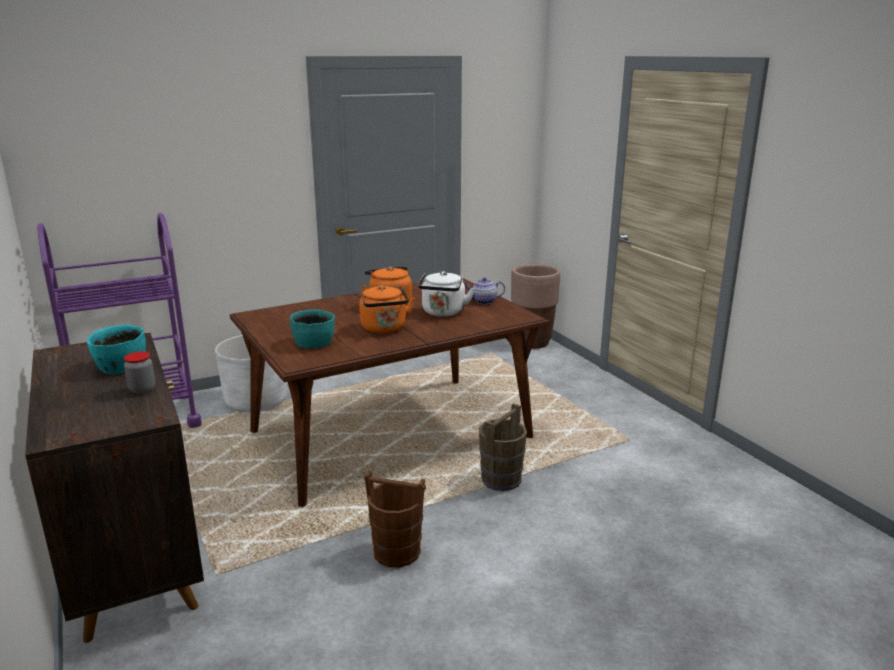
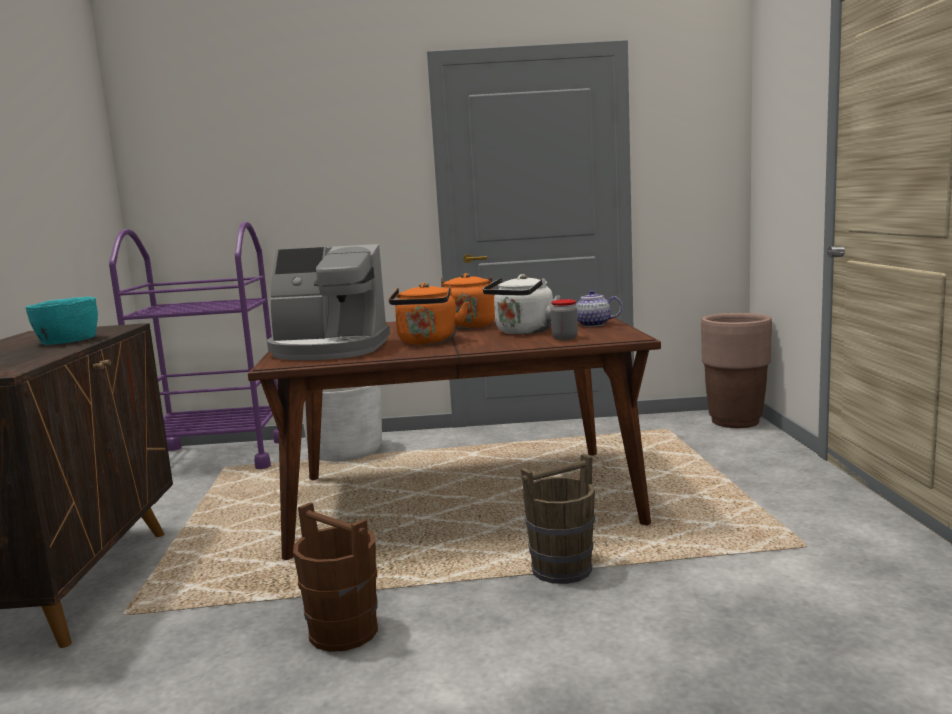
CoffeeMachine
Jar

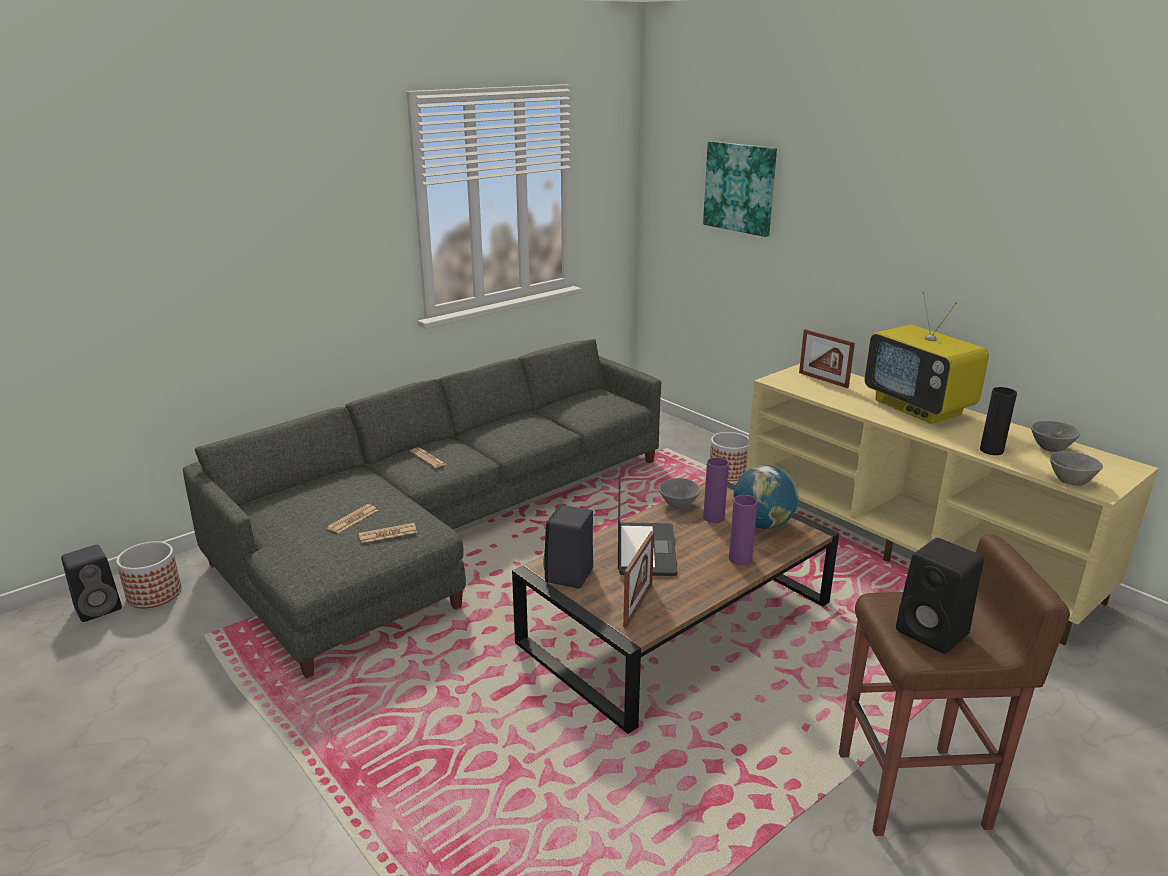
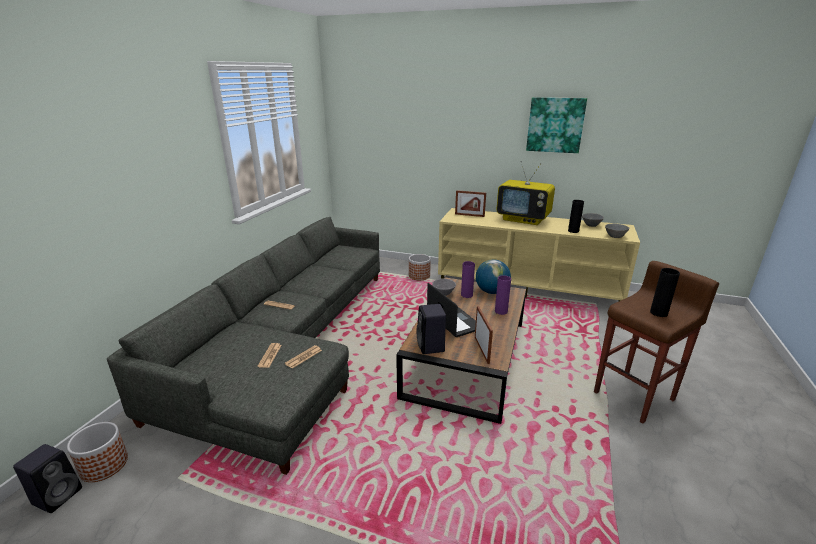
Picture
BlackVase (2nd from left)

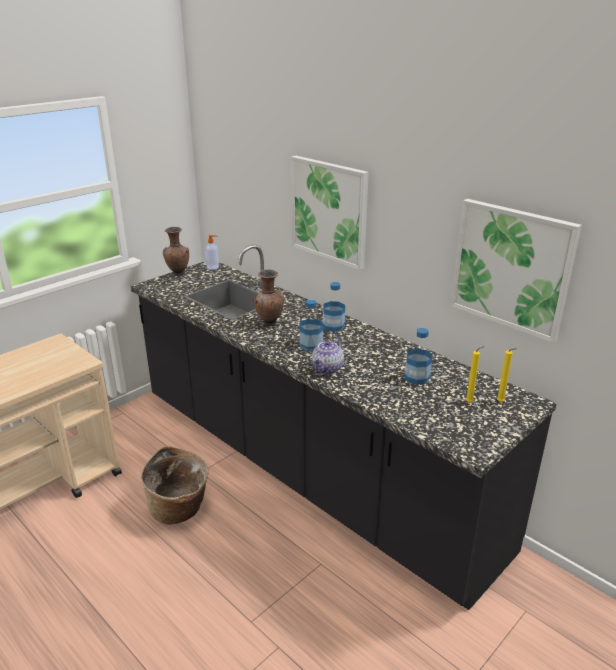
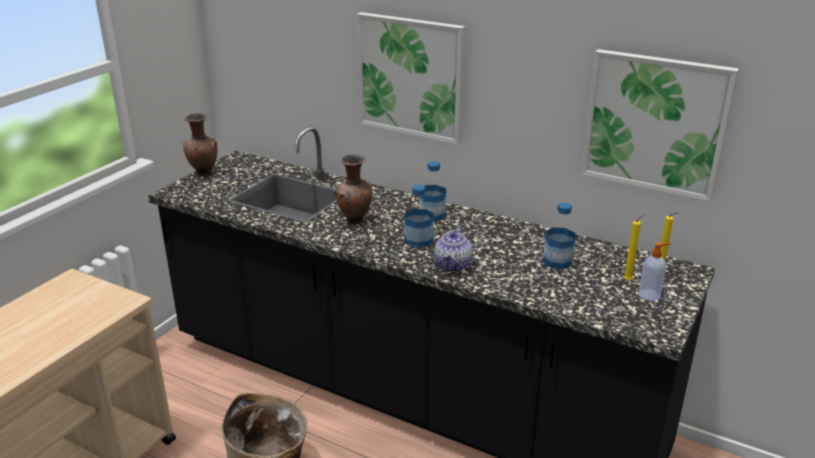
SoapDispenser

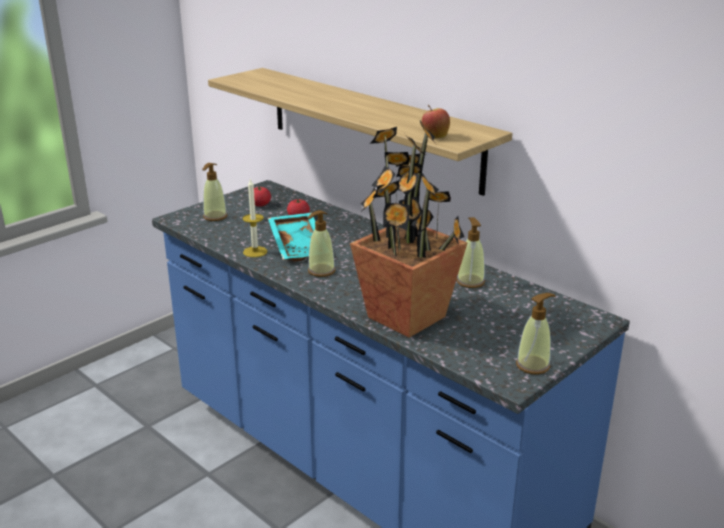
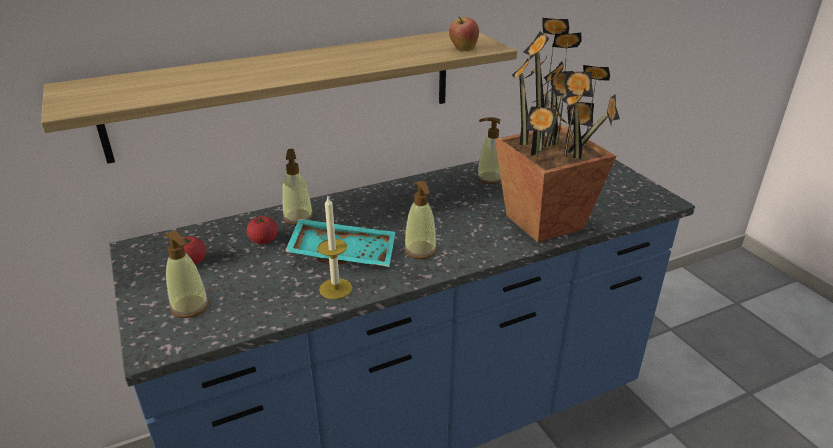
SoapDispenser (2nd from left)

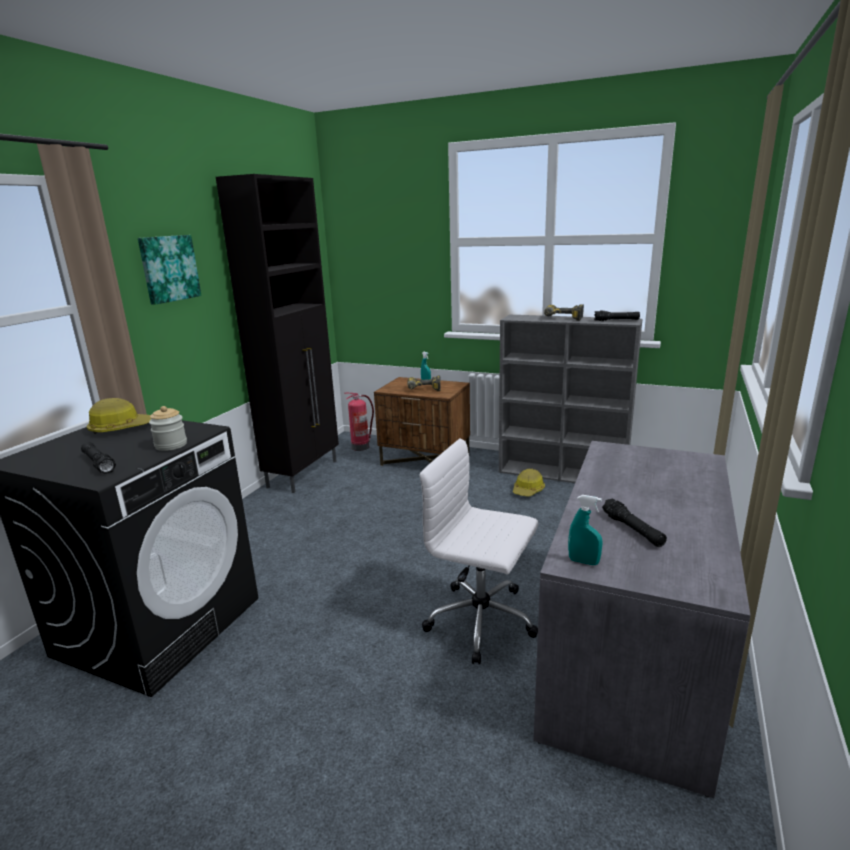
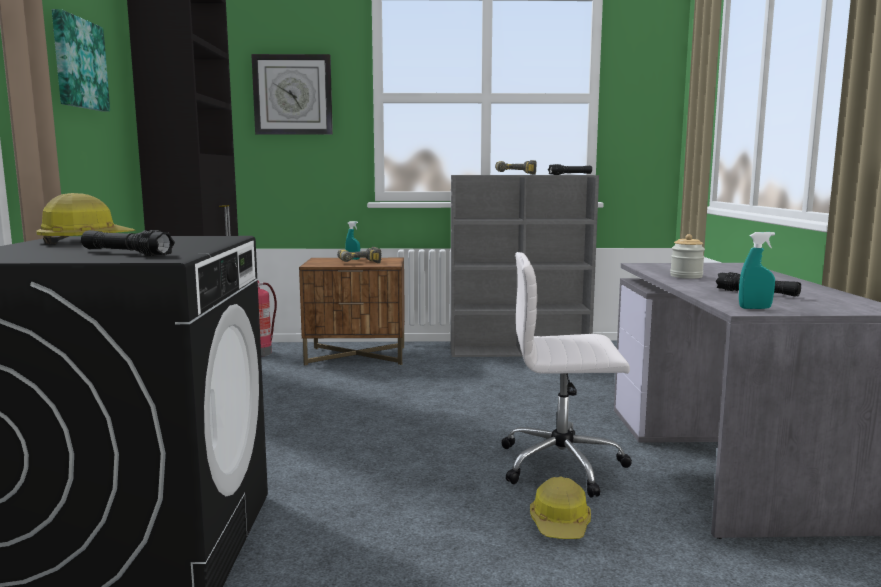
Jar
HardHat (2nd from left)
WallClock

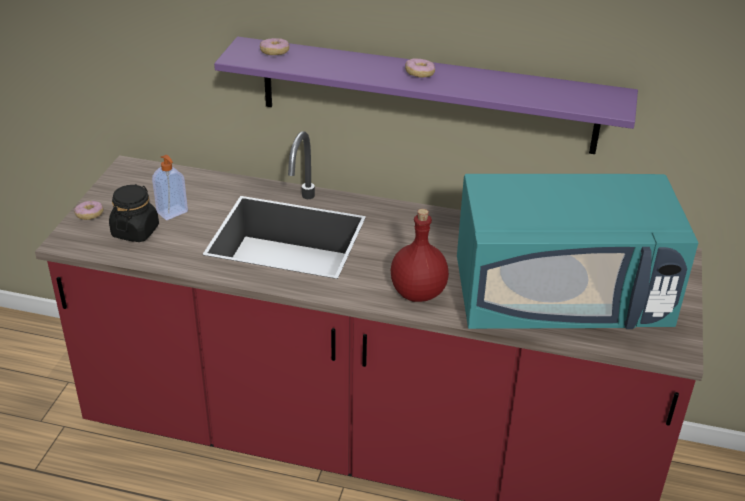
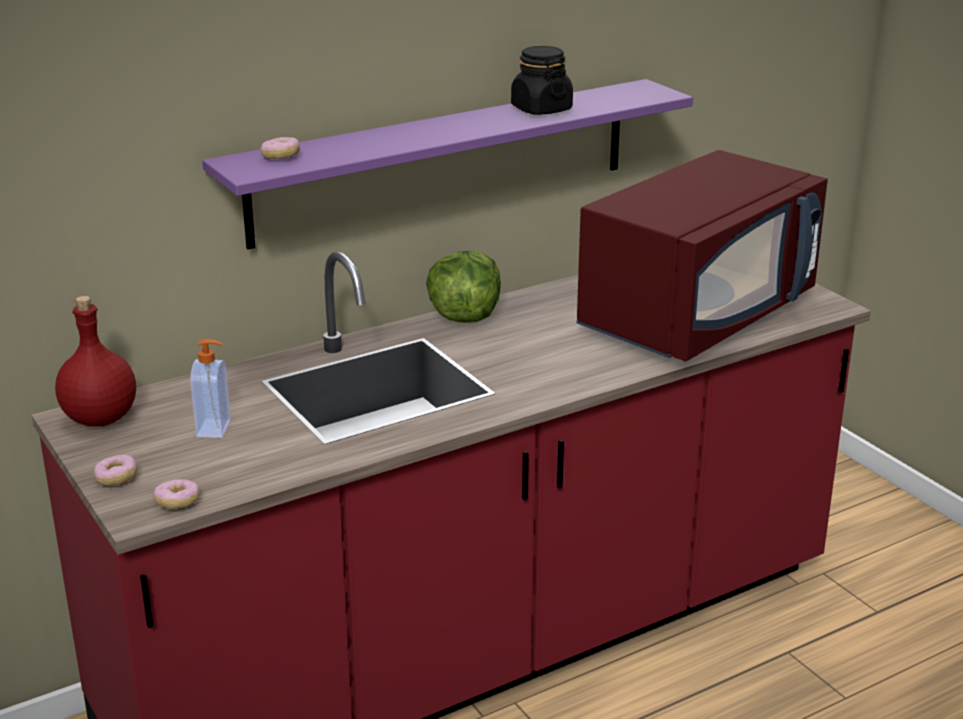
Donut (2nd from left)
RedMicrowave
BlackJar
RedBottle
Lettuce

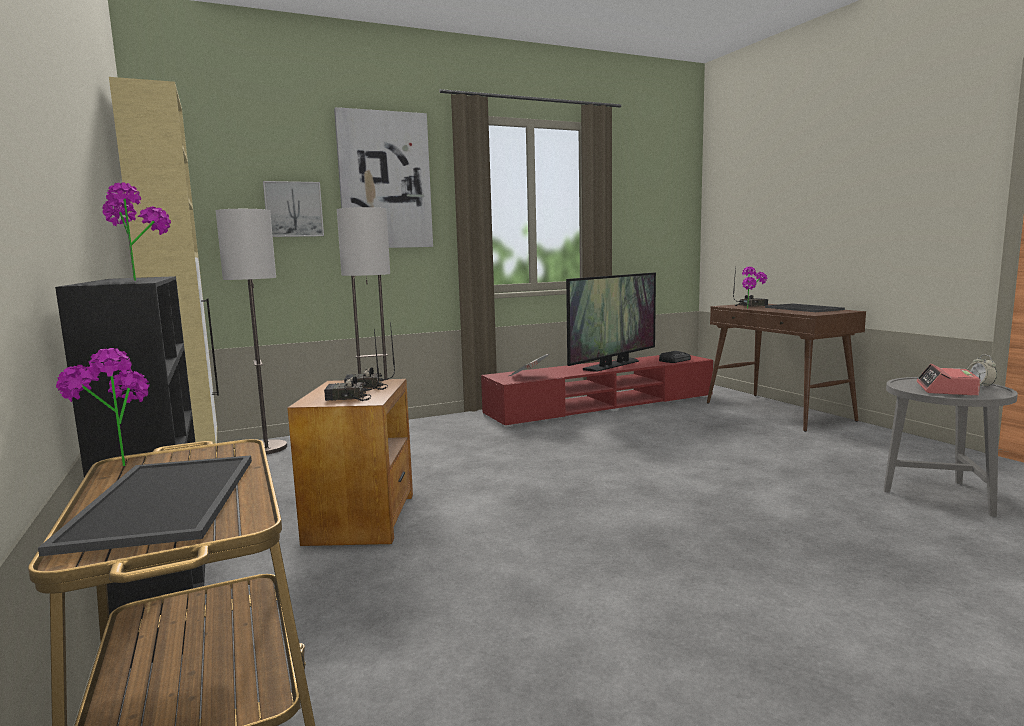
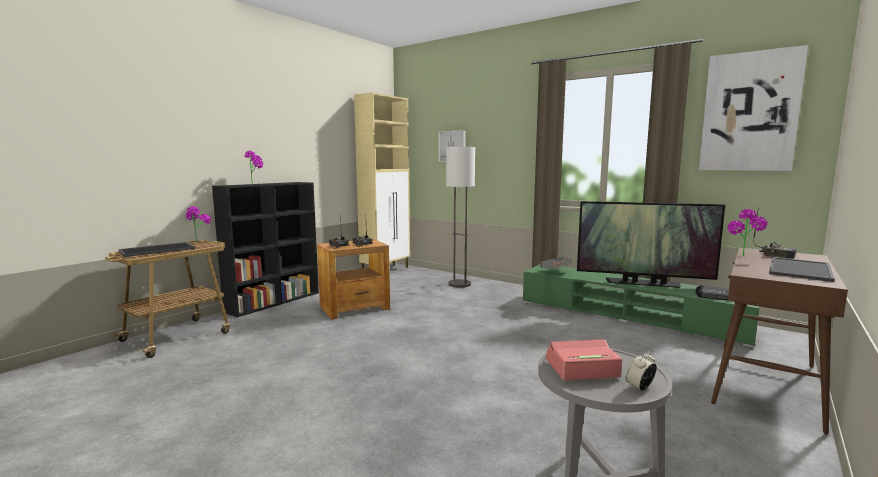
Picture (2nd from left)
FloorLamp (1st from left in the first image)
GreenTvStand

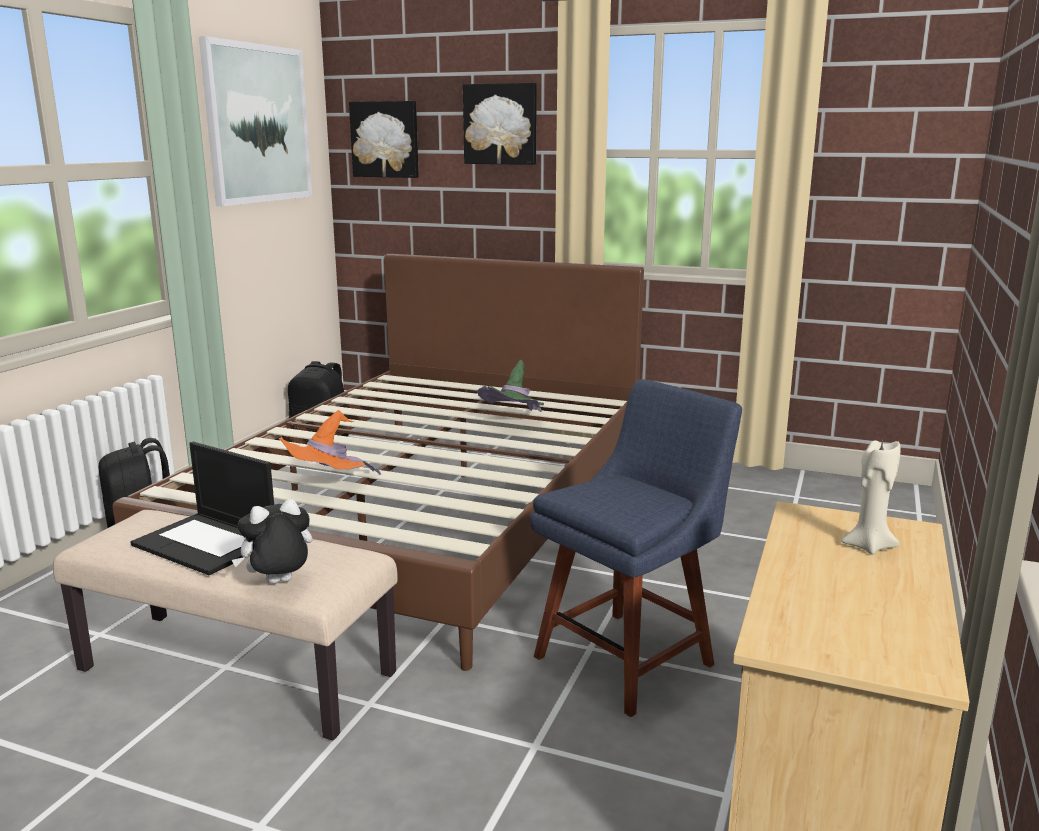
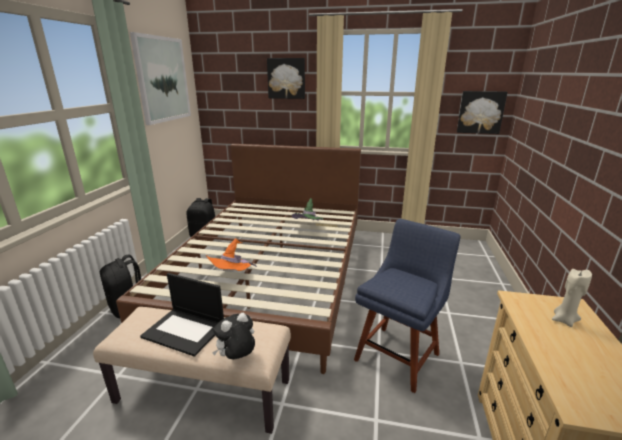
Picture (3rd from left)

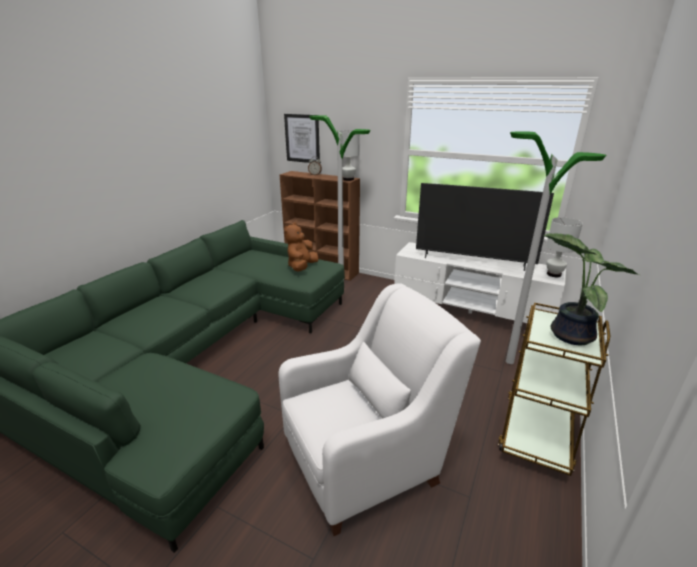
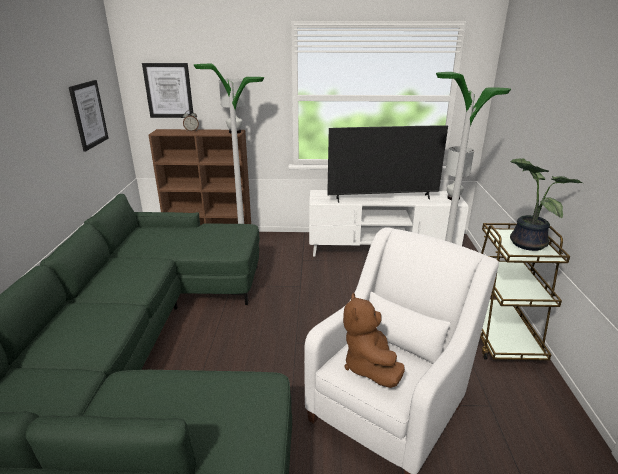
BrownPlushToy
Picture (1st from left)

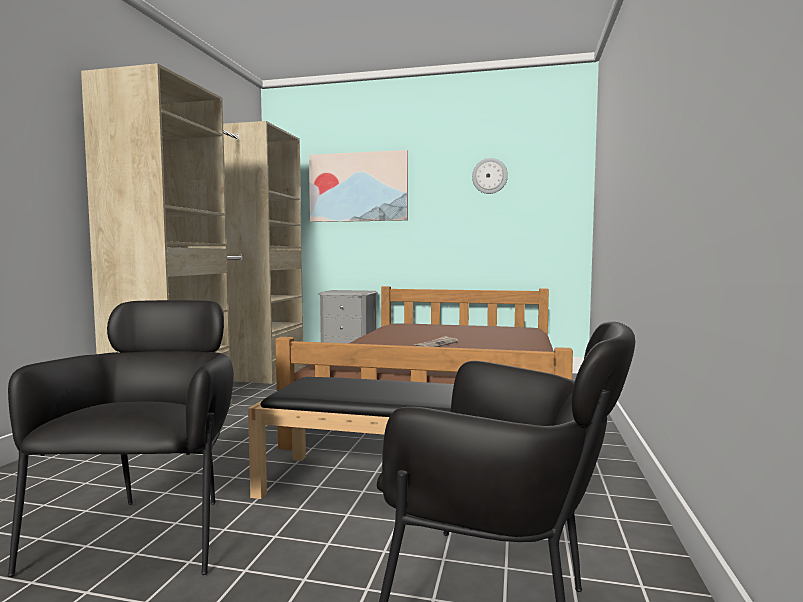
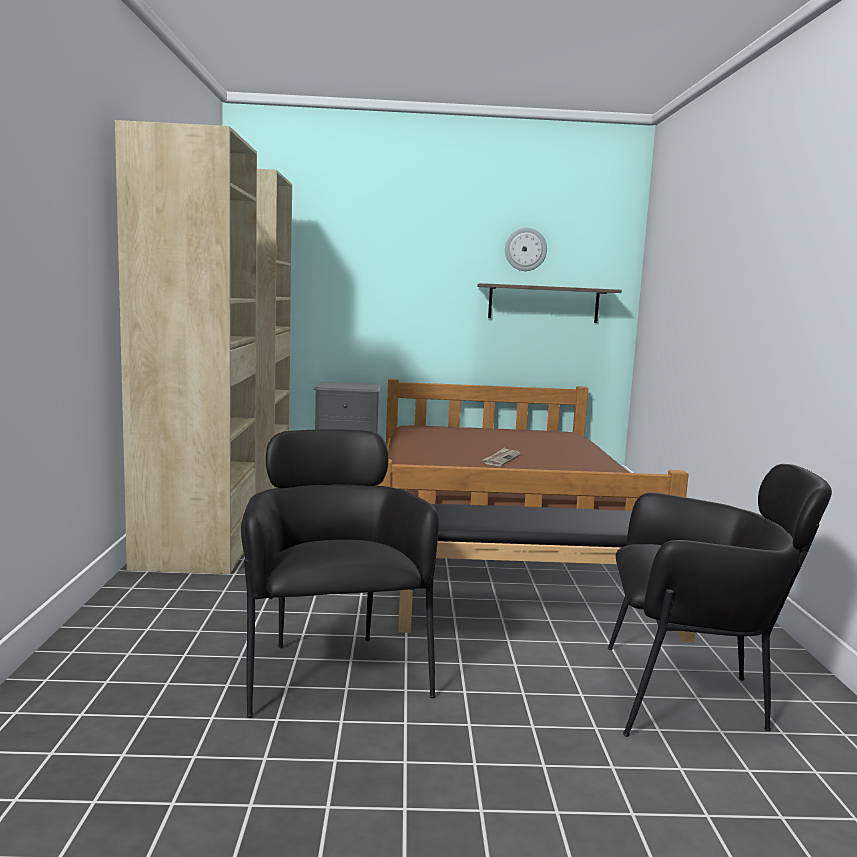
Picture
Shelf

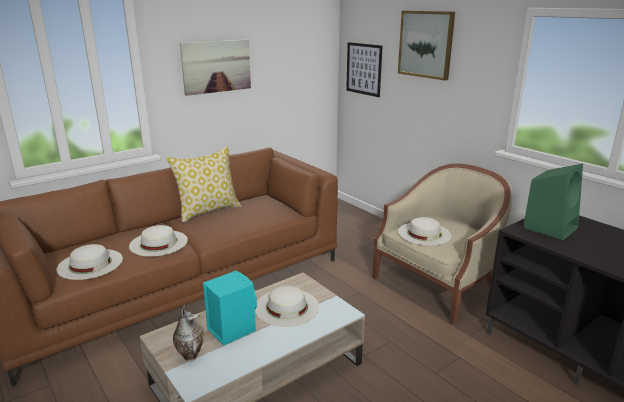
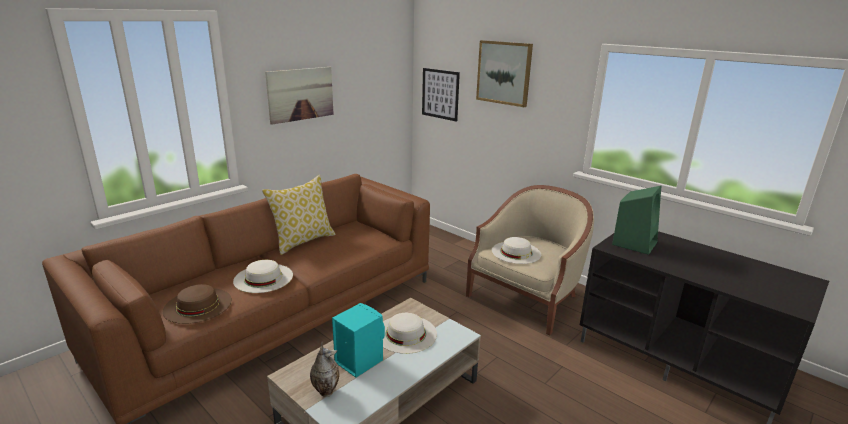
BrownHat

